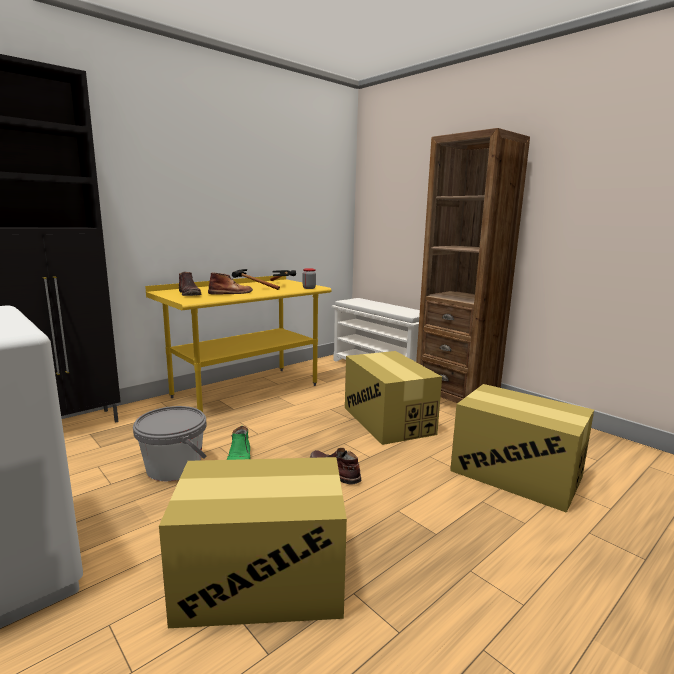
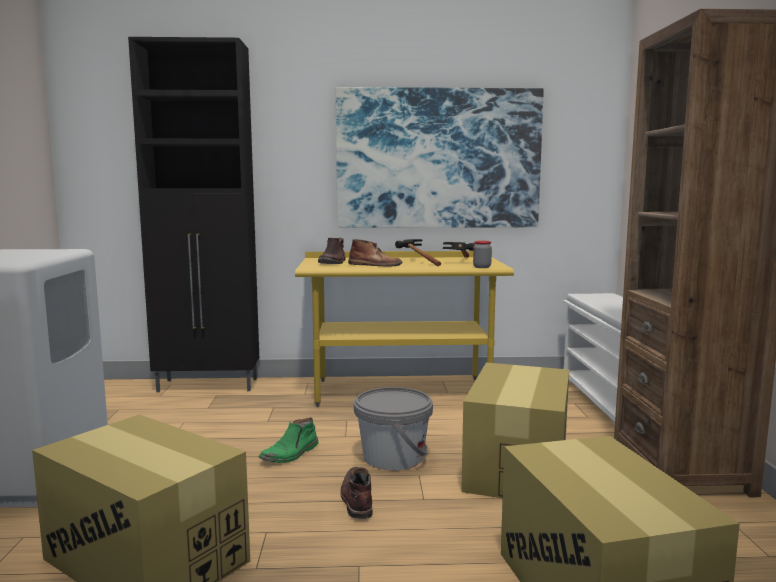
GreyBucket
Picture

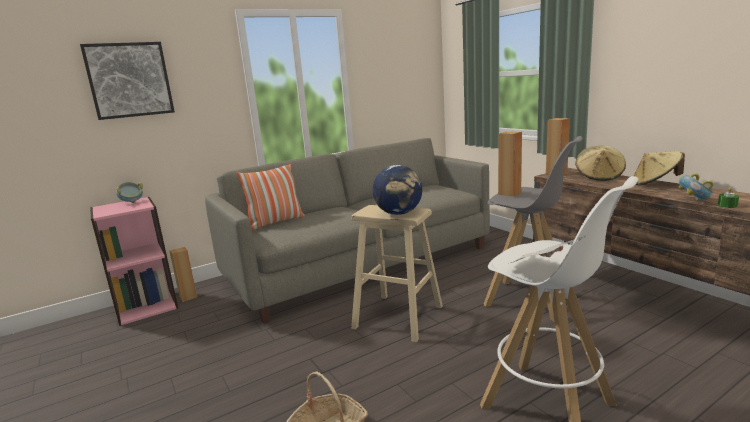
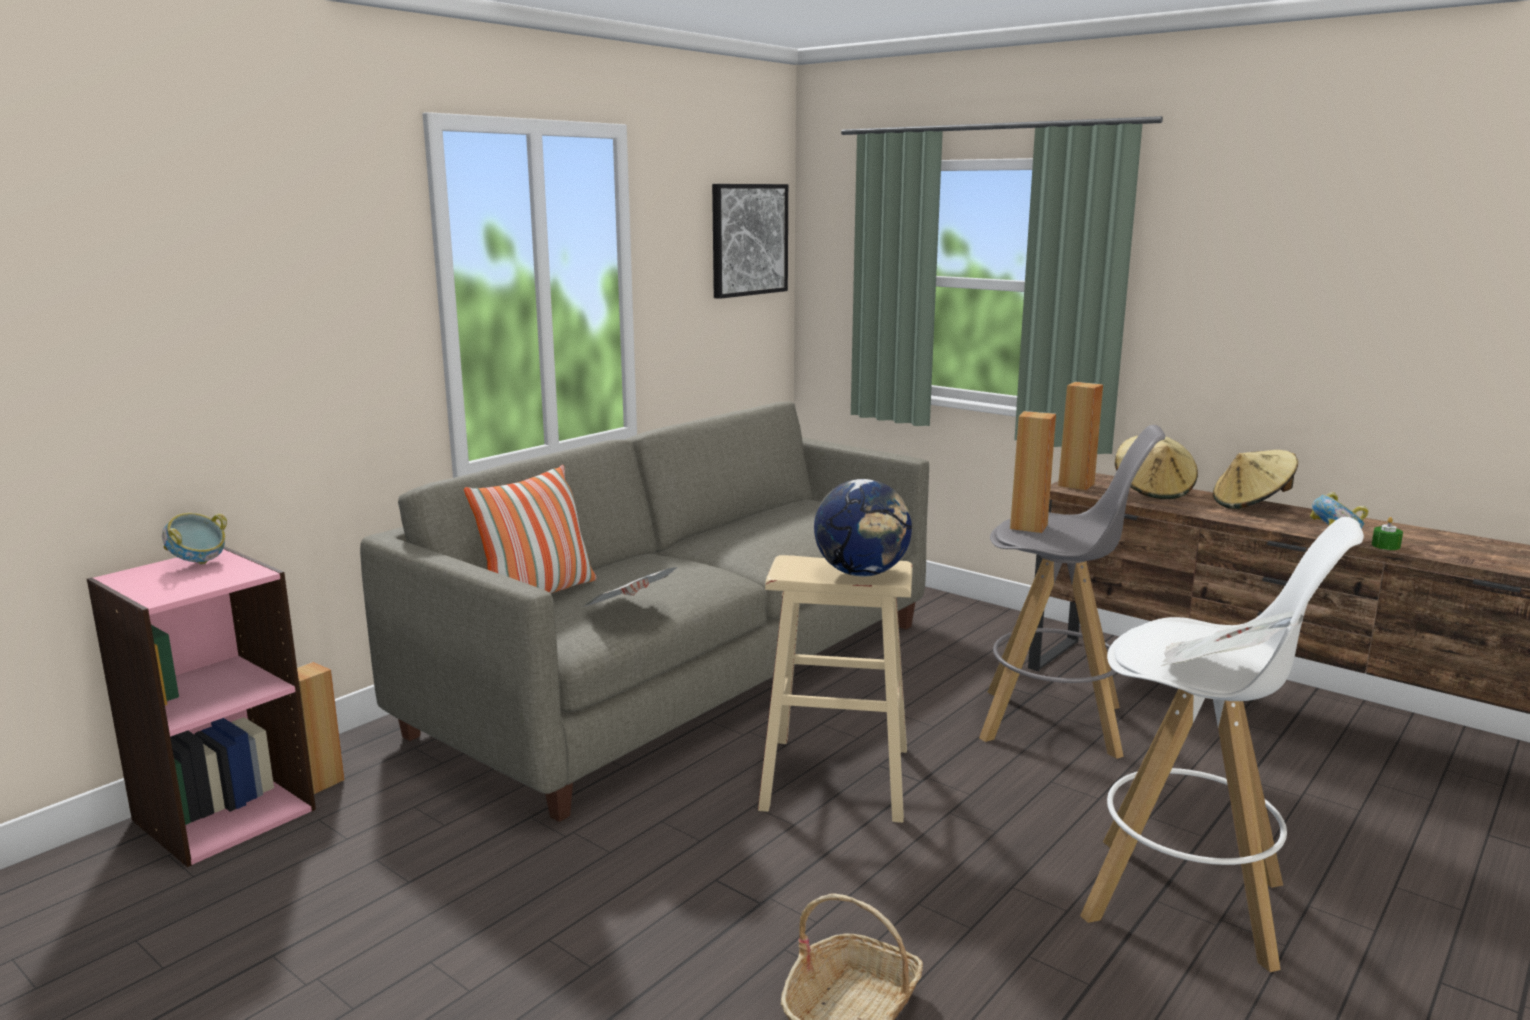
Picture
Newspaper (1st from left)

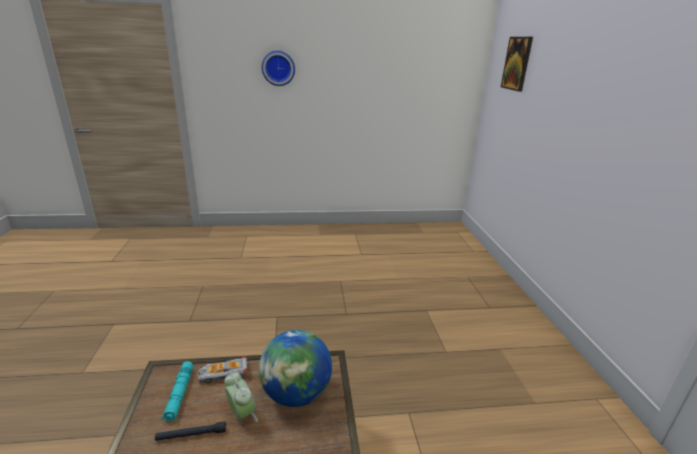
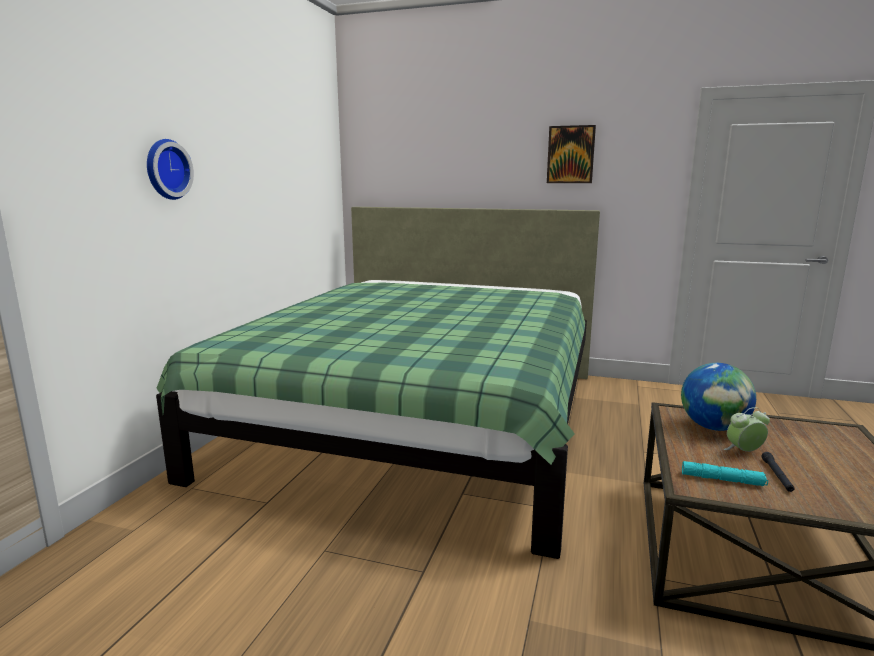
Picture
ToyCar
GreenBed

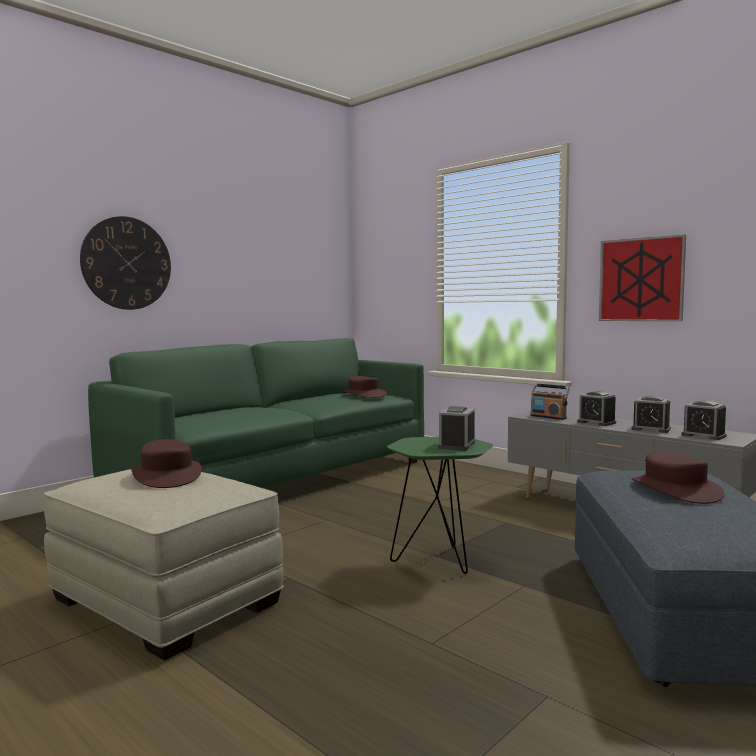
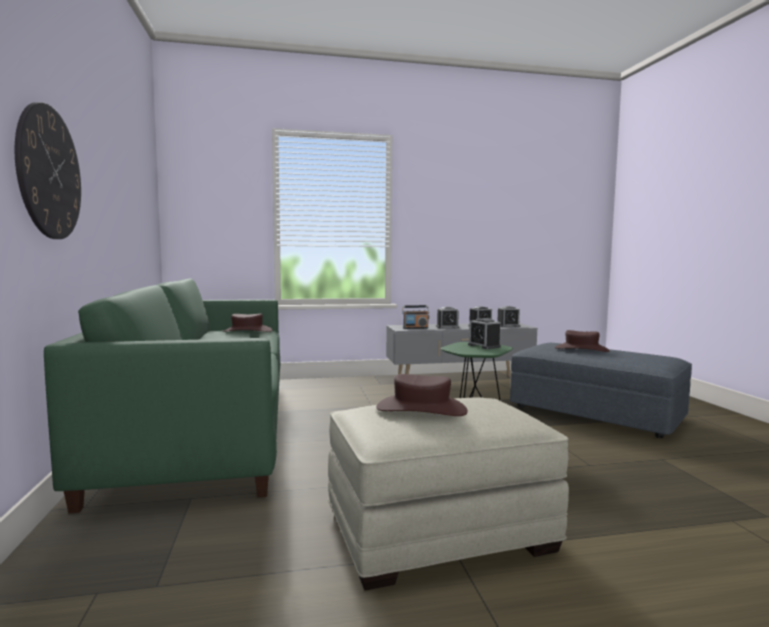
Picture

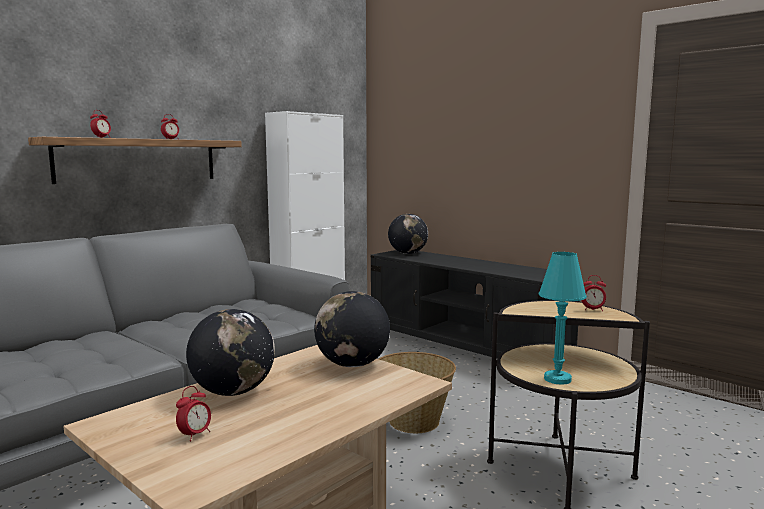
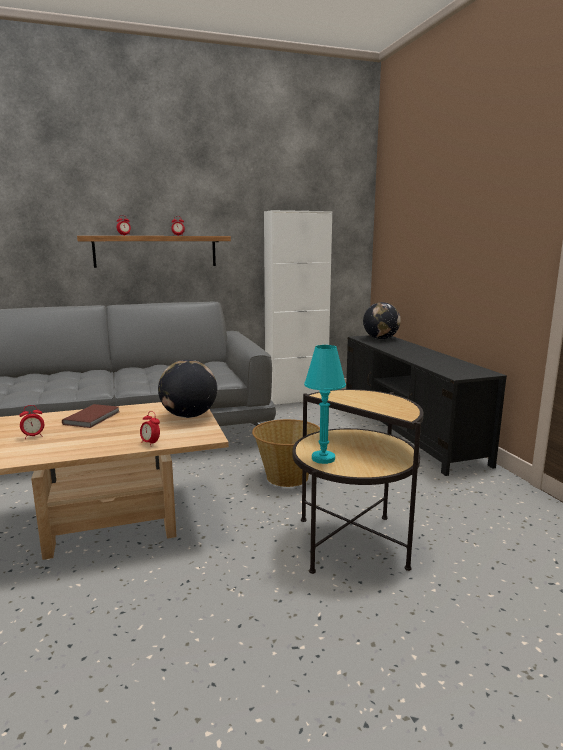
AlarmClock (3rd from left)
BrownBook

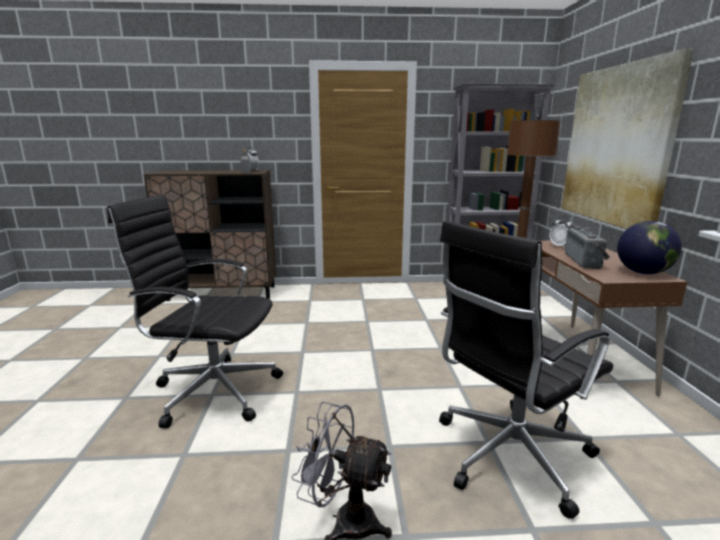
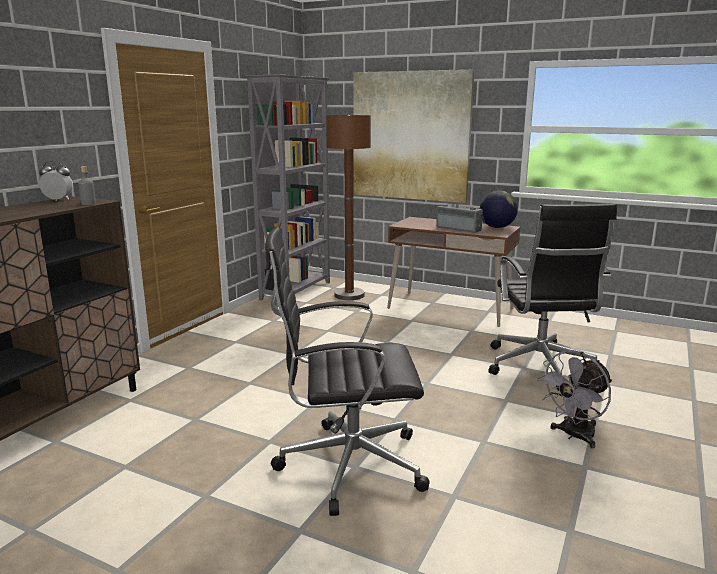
BlackOfficeChair (1st from left)
AlarmClock (2nd from left in the first image)

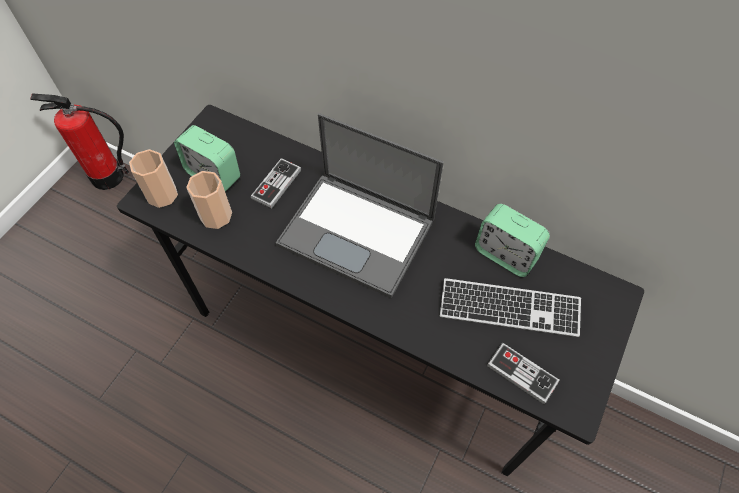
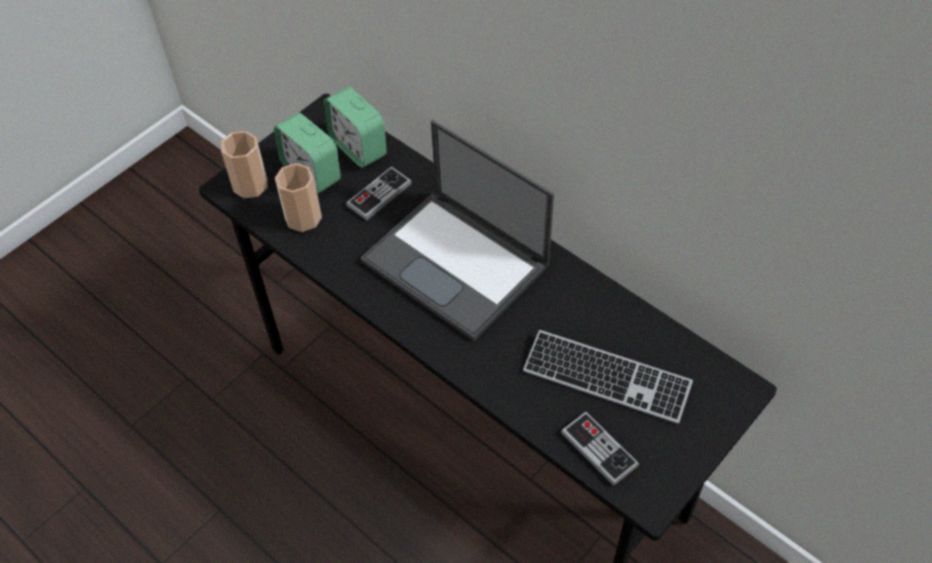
FireExtinguisher
AlarmClock (2nd from left)

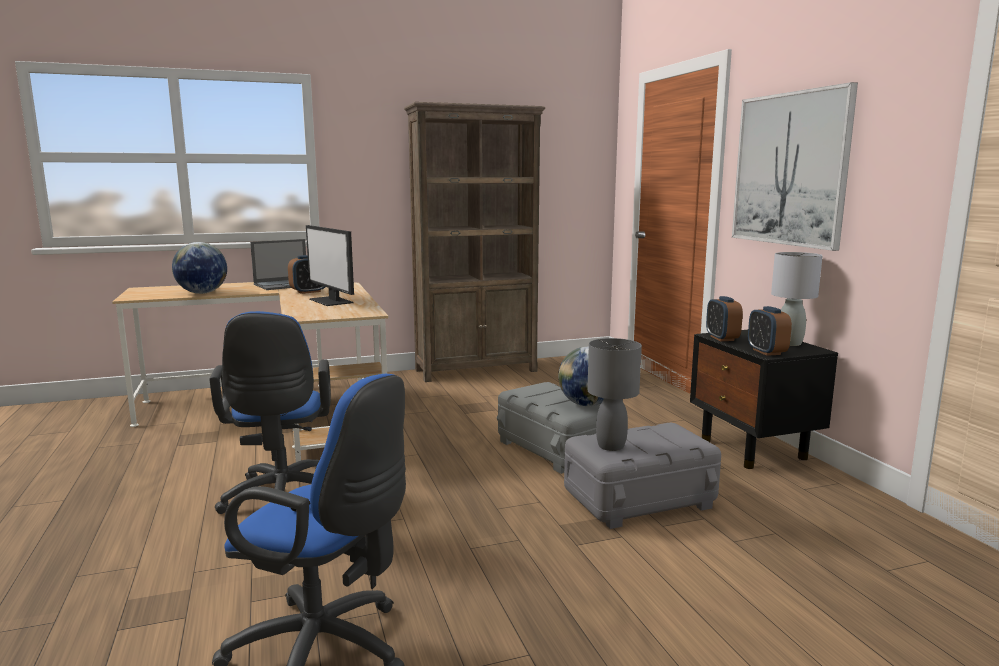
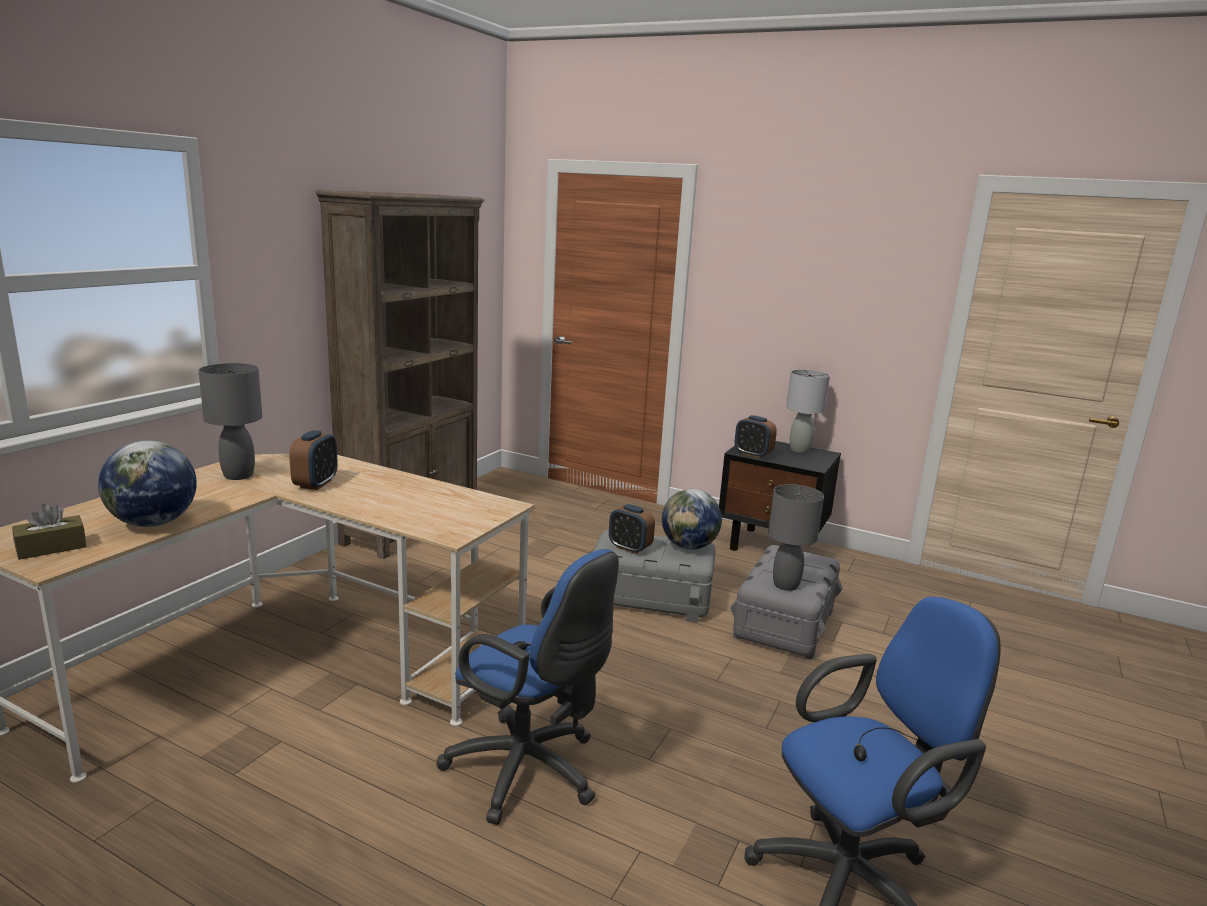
Picture
Monitor
GreyTableLamp (1st from left)
AlarmClock (2nd from left)
BrownTissueBox

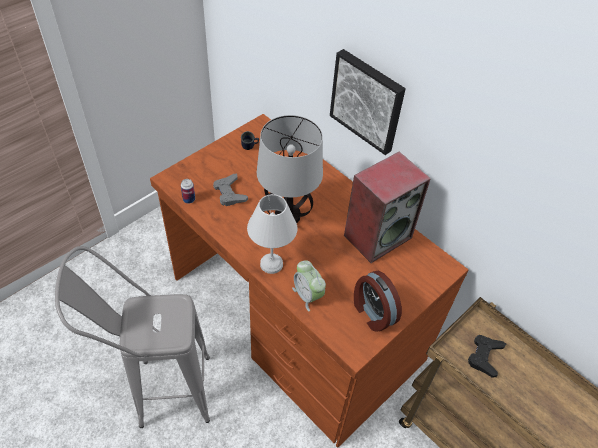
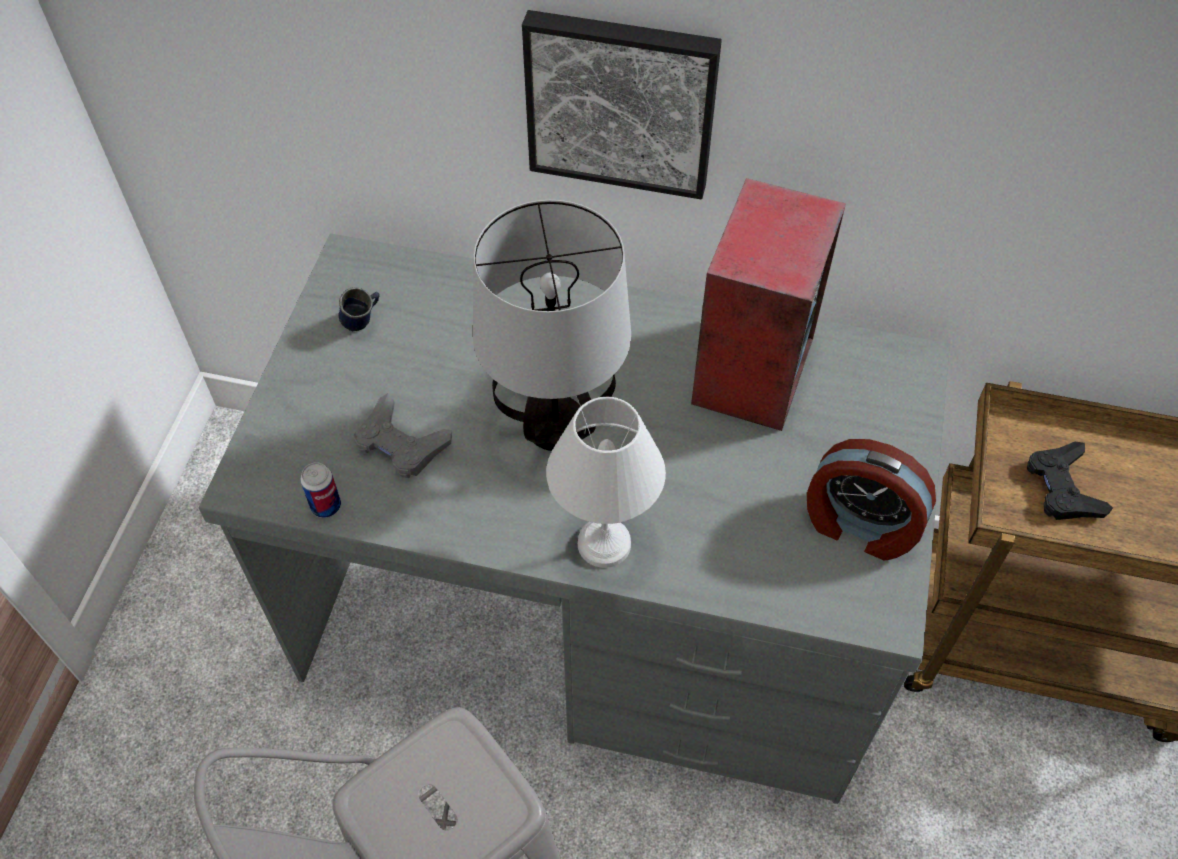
GreyDesk
AlarmClock (1st from left in the first image)

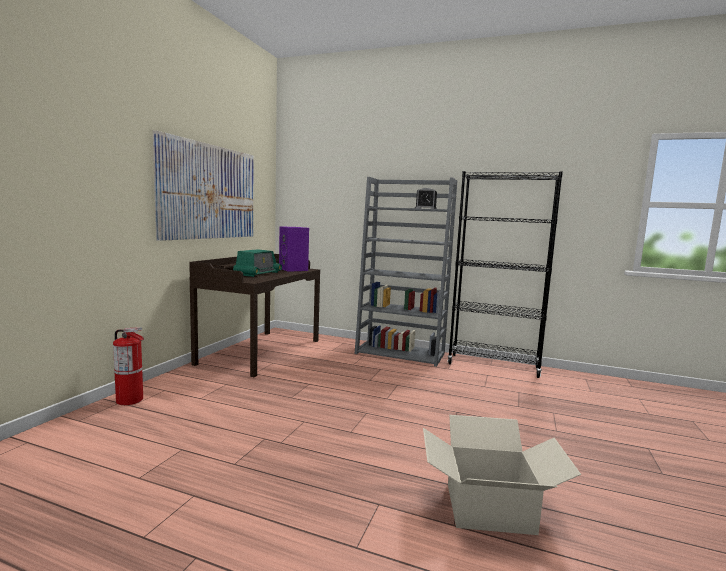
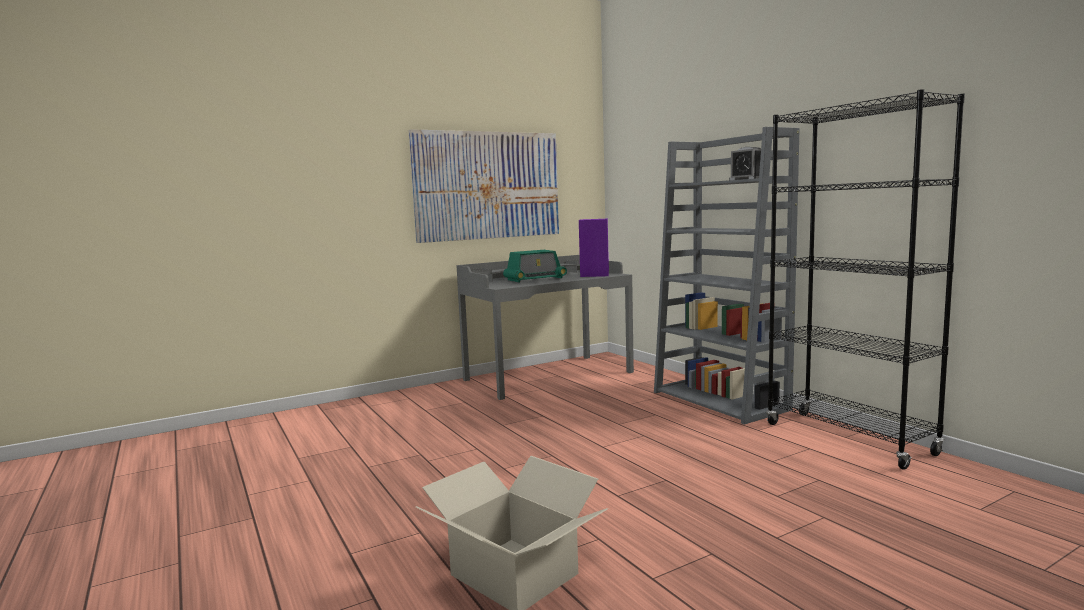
GreyDesk
FireExtinguisher

